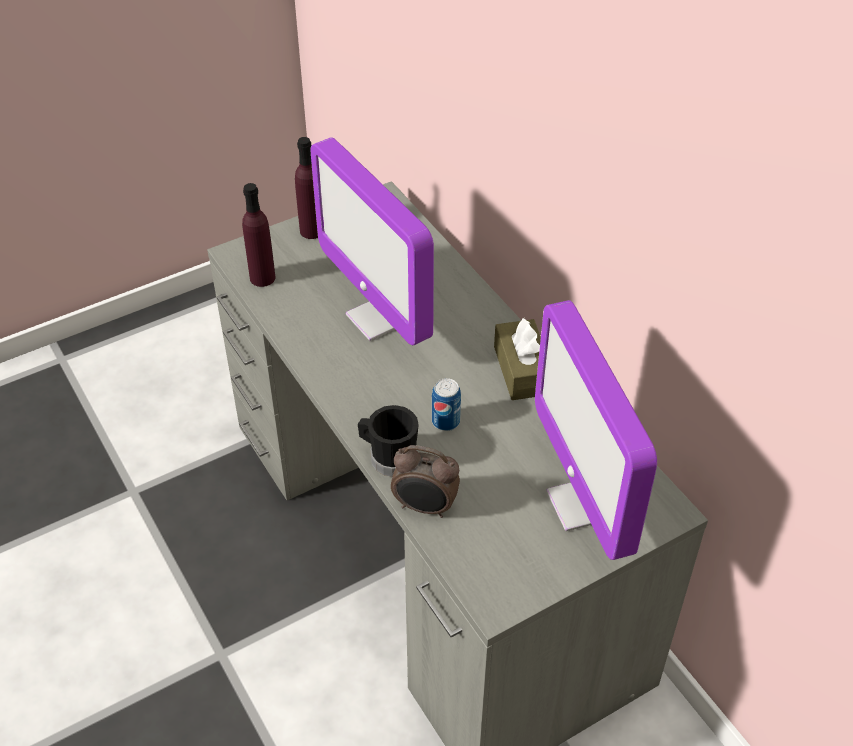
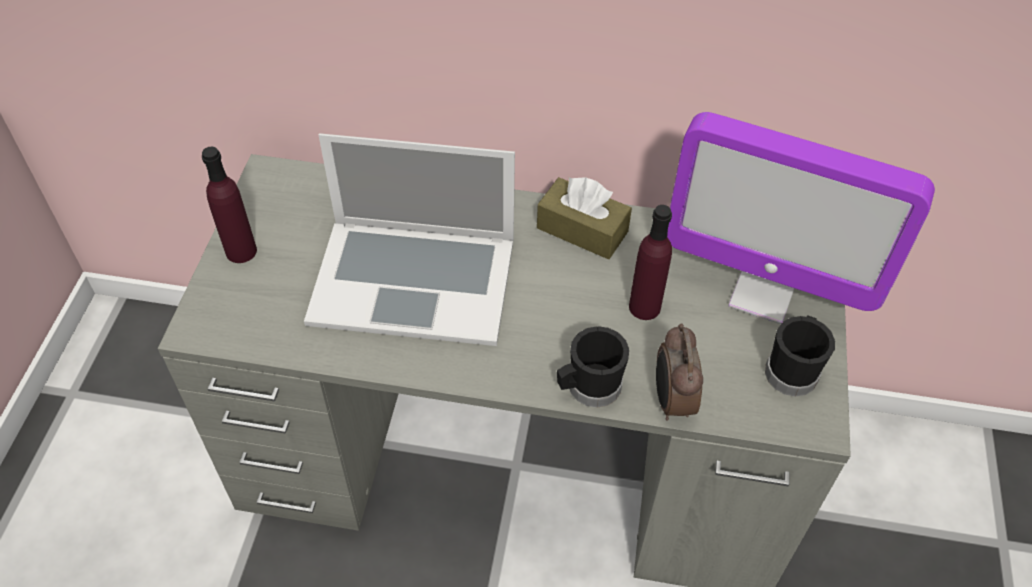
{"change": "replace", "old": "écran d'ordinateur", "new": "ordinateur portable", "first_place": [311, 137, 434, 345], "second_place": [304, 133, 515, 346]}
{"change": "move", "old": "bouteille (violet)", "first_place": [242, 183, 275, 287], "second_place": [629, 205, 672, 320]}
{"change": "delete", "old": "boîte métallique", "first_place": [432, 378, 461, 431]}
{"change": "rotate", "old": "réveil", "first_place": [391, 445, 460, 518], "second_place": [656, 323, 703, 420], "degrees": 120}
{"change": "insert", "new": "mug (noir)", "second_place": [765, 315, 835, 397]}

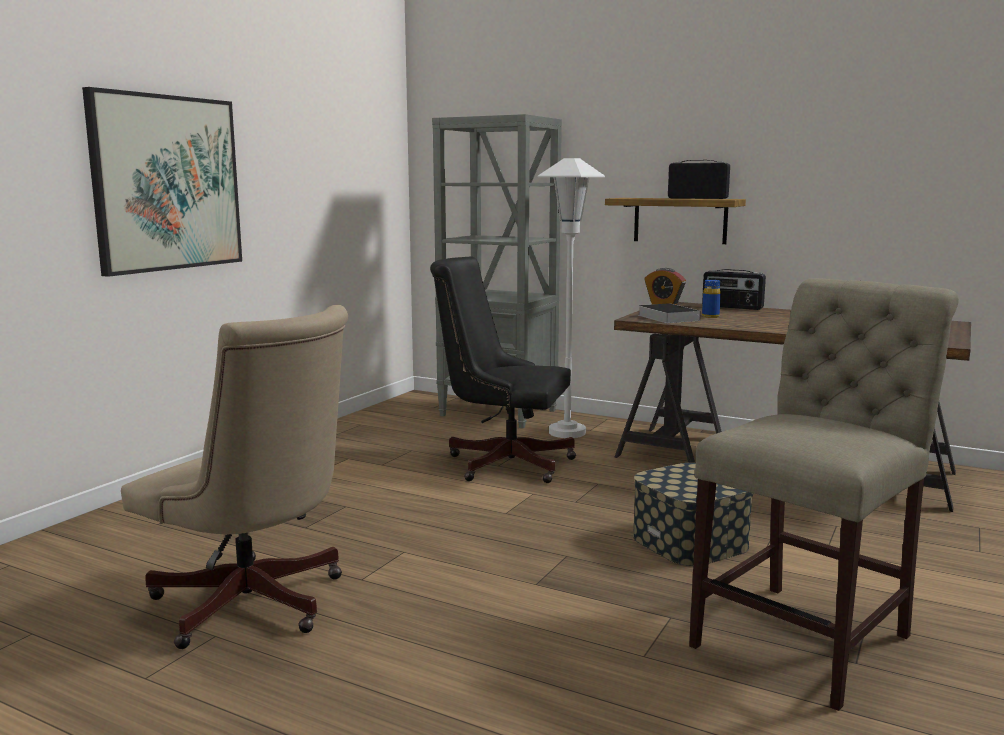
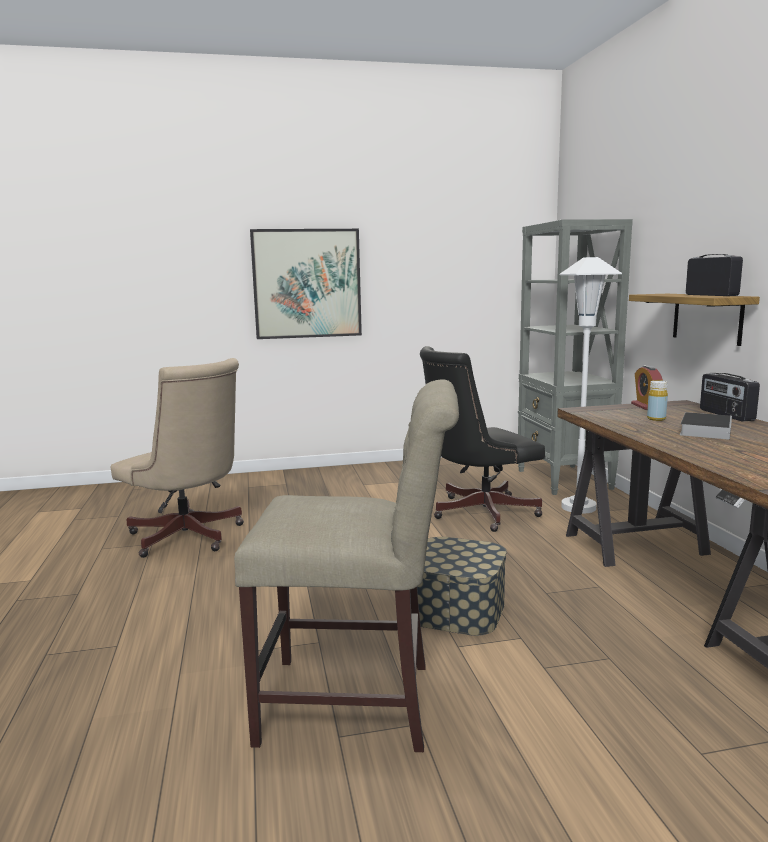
{"change": "rotate", "old": "chaise de bureau (noir)", "first_place": [430, 257, 576, 483], "second_place": [420, 346, 545, 532], "degrees": -90}
{"change": "recolor", "old": "bouteille (bleu)", "new": "bouteille (jaune)", "first_place": [702, 280, 721, 318], "second_place": [647, 381, 668, 421]}
{"change": "move", "old": "livre", "first_place": [638, 303, 701, 323], "second_place": [680, 412, 732, 440]}
{"change": "rotate", "old": "chaise de bureau (beige)", "first_place": [121, 305, 348, 649], "second_place": [111, 358, 244, 558], "degrees": -45}

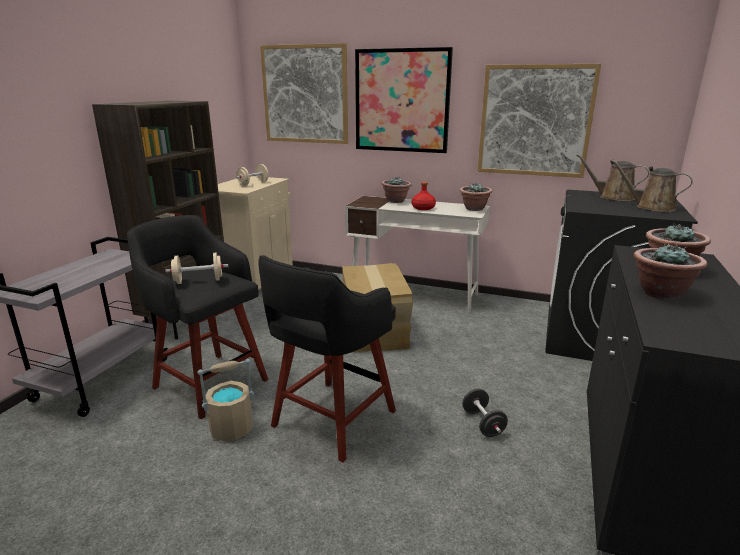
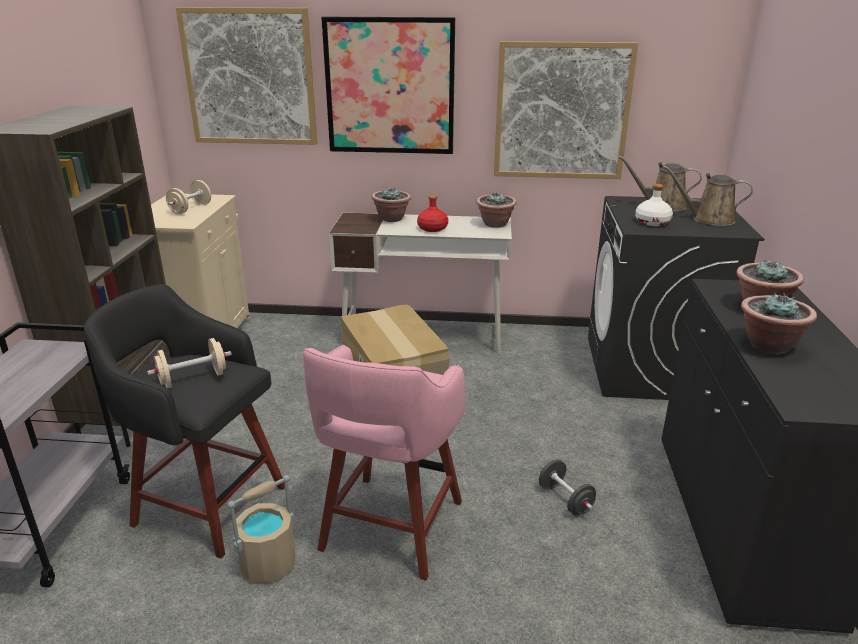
{"change": "recolor", "old": "tabouret (noir)", "new": "tabouret (rose)", "first_place": [259, 255, 396, 462], "second_place": [303, 345, 465, 581]}
{"change": "insert", "new": "bouteille (blanc)", "second_place": [635, 184, 673, 226]}

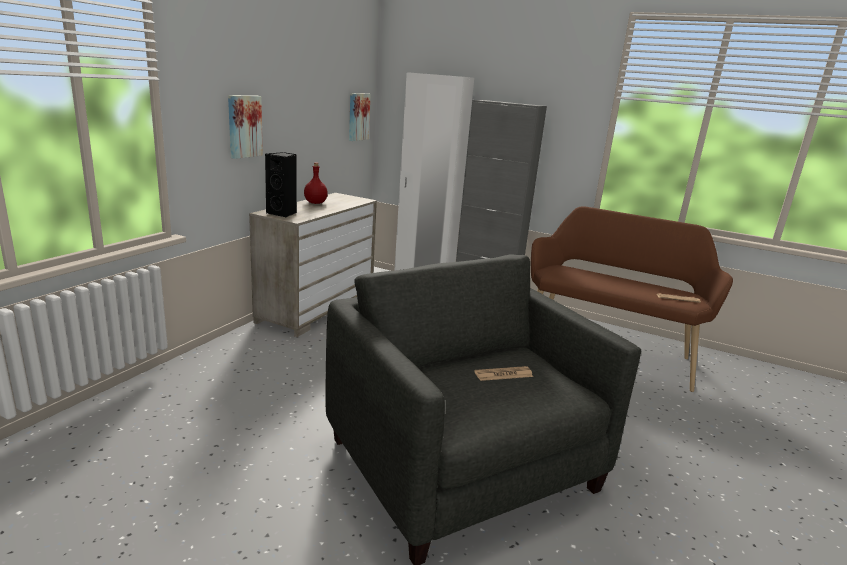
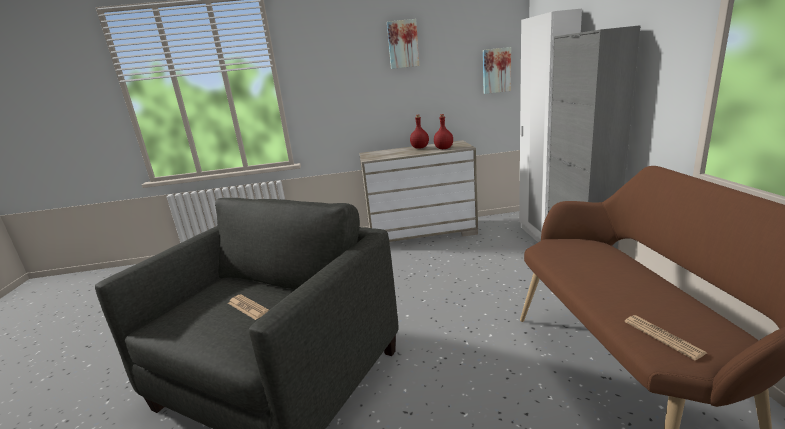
{"change": "move", "old": "tableau", "first_place": [228, 95, 263, 159], "second_place": [387, 19, 419, 69]}
{"change": "delete", "old": "enceinte (noir)", "first_place": [265, 152, 297, 218]}
{"change": "insert", "new": "bouteille (rouge)", "second_place": [434, 114, 453, 149]}

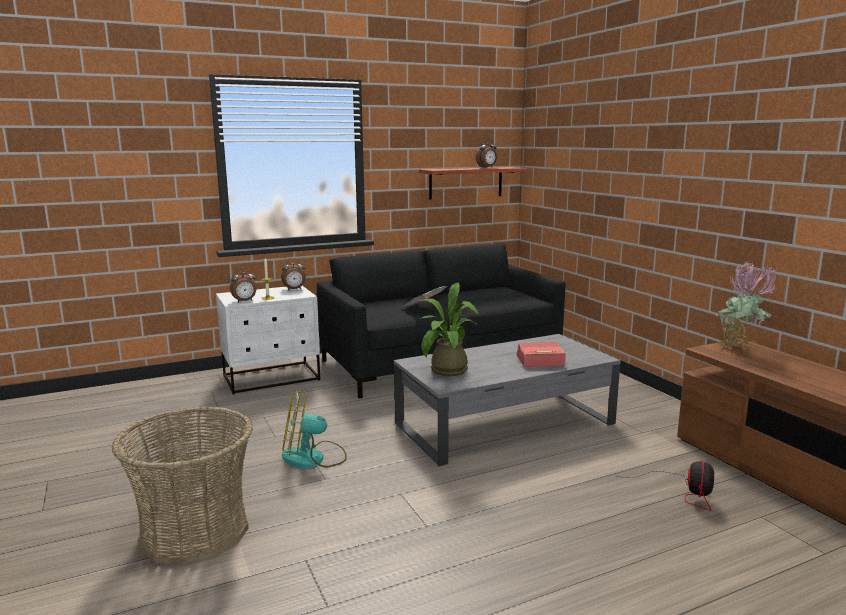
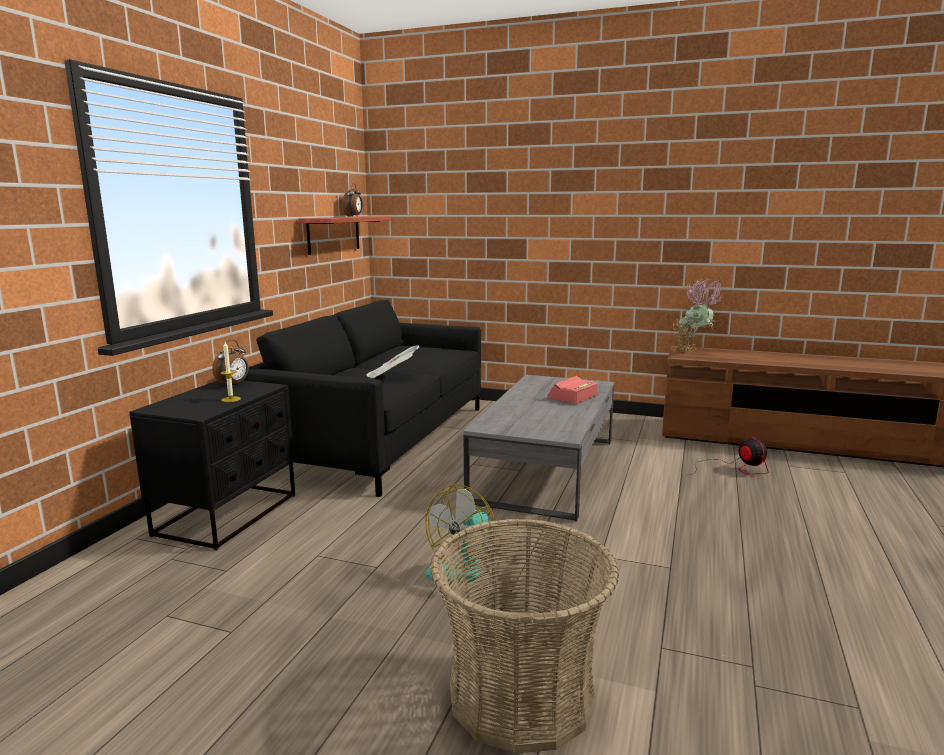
{"change": "delete", "old": "réveil", "first_place": [230, 267, 257, 302]}
{"change": "delete", "old": "plante en pot", "first_place": [419, 282, 478, 376]}
{"change": "recolor", "old": "table de chevet (blanc)", "new": "table de chevet (noir)", "first_place": [216, 286, 320, 395], "second_place": [129, 381, 295, 550]}

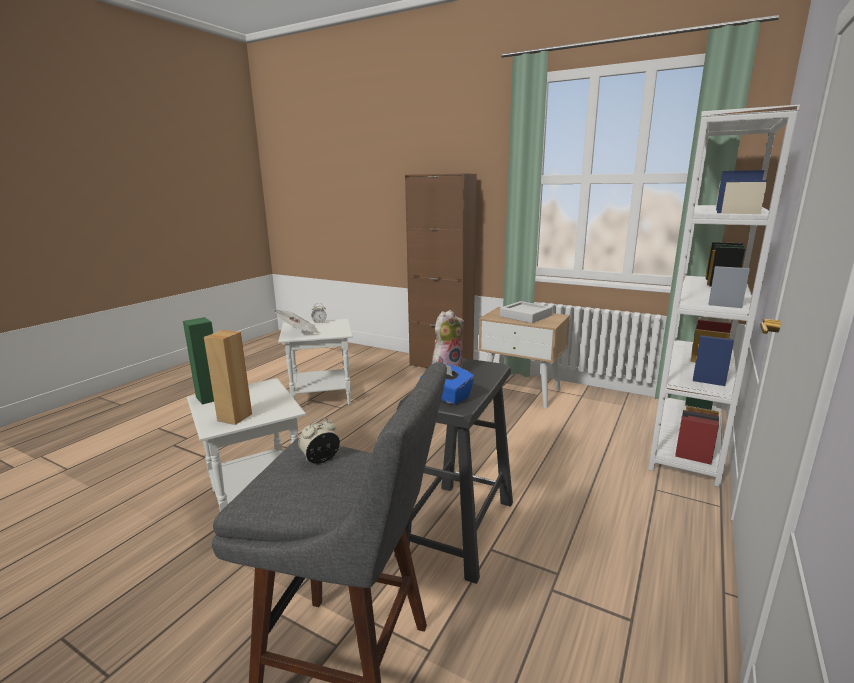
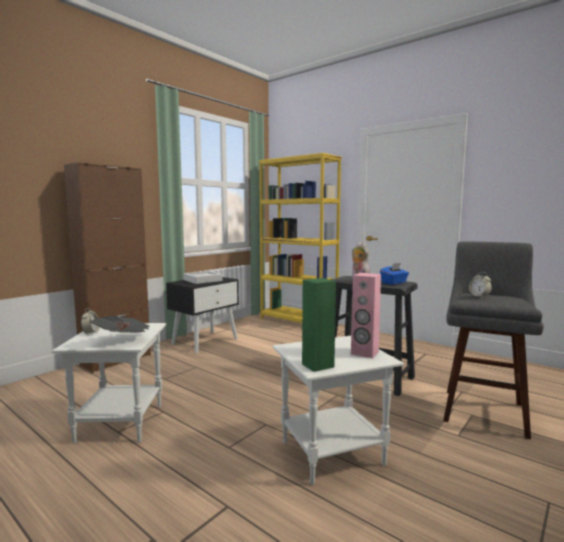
{"change": "recolor", "old": "bibliothèque (blanc)", "new": "bibliothèque (jaune)", "first_place": [648, 105, 800, 487], "second_place": [259, 153, 342, 323]}
{"change": "recolor", "old": "table de chevet (beige)", "new": "table de chevet (noir)", "first_place": [478, 307, 570, 408], "second_place": [166, 277, 239, 353]}
{"change": "recolor", "old": "enceinte (marron)", "new": "enceinte (rose)", "first_place": [204, 330, 252, 425], "second_place": [351, 273, 381, 358]}

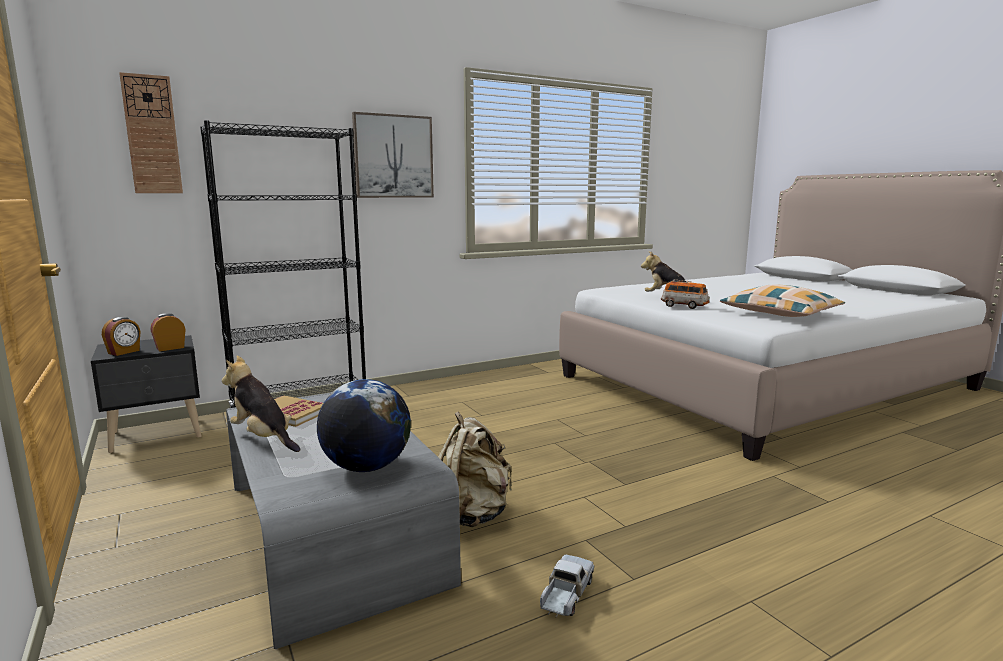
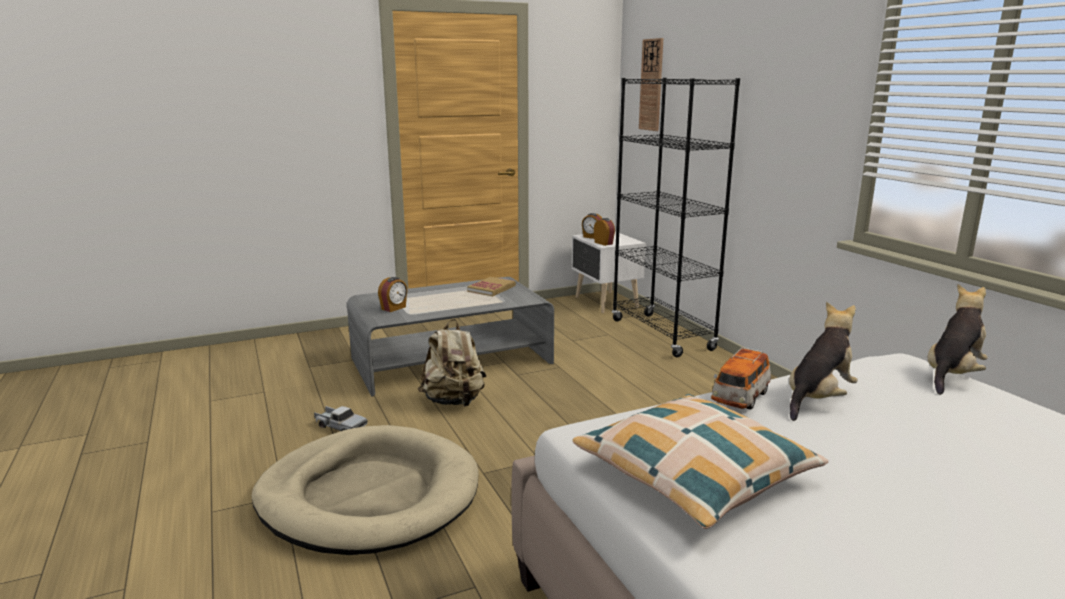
{"change": "delete", "old": "tableau", "first_place": [352, 112, 434, 198]}
{"change": "recolor", "old": "table de chevet (noir)", "new": "table de chevet (blanc)", "first_place": [91, 335, 201, 453], "second_place": [572, 232, 646, 313]}
{"change": "move", "old": "peluche", "first_place": [222, 355, 300, 452], "second_place": [928, 284, 988, 395]}
{"change": "replace", "old": "globe", "new": "réveil", "first_place": [317, 379, 411, 472], "second_place": [378, 277, 407, 312]}
{"change": "insert", "new": "panier pour chien (beige)", "second_place": [252, 425, 479, 555]}

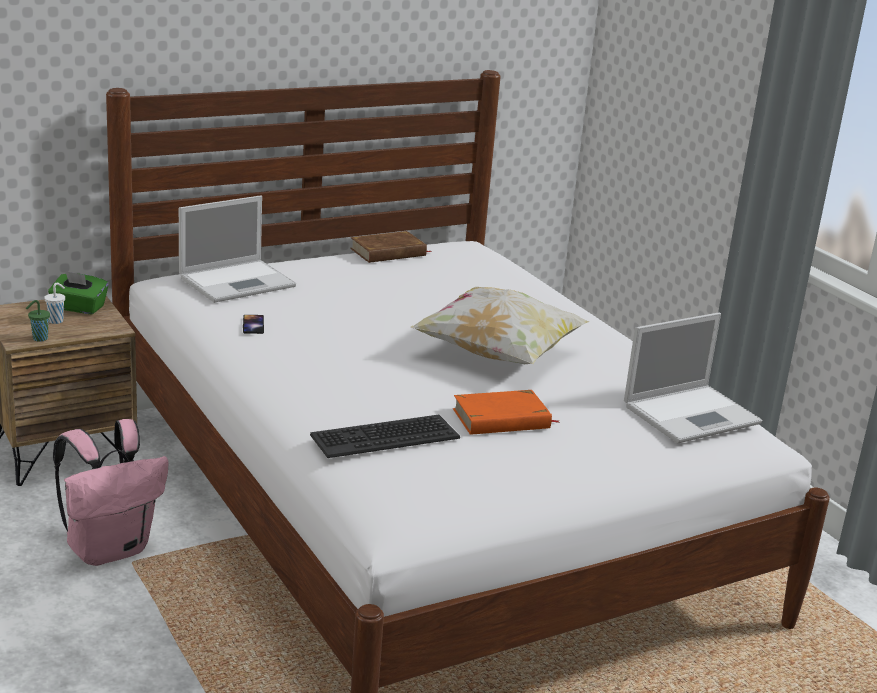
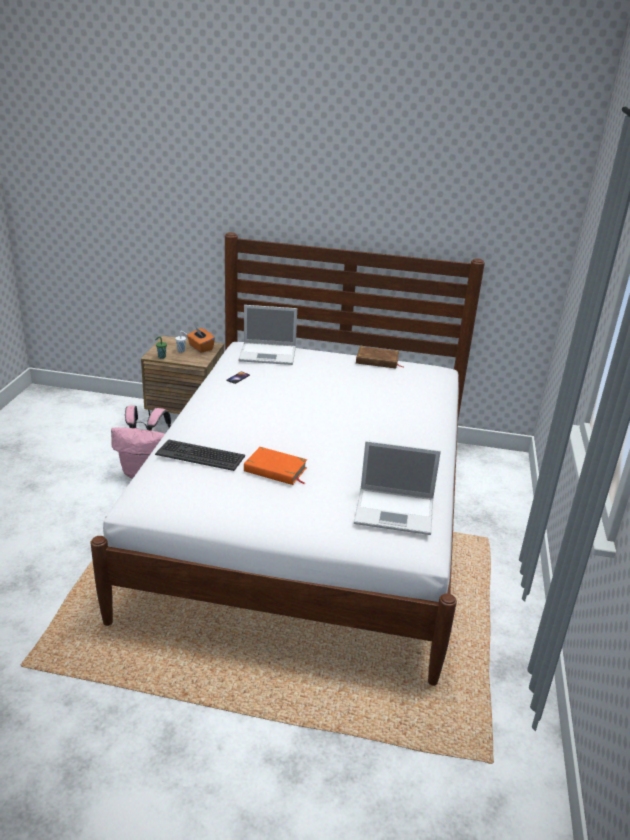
{"change": "recolor", "old": "boîte à mouchoirs (vert)", "new": "boîte à mouchoirs (orange)", "first_place": [48, 271, 109, 315], "second_place": [187, 328, 215, 353]}
{"change": "delete", "old": "coussin", "first_place": [410, 287, 590, 364]}

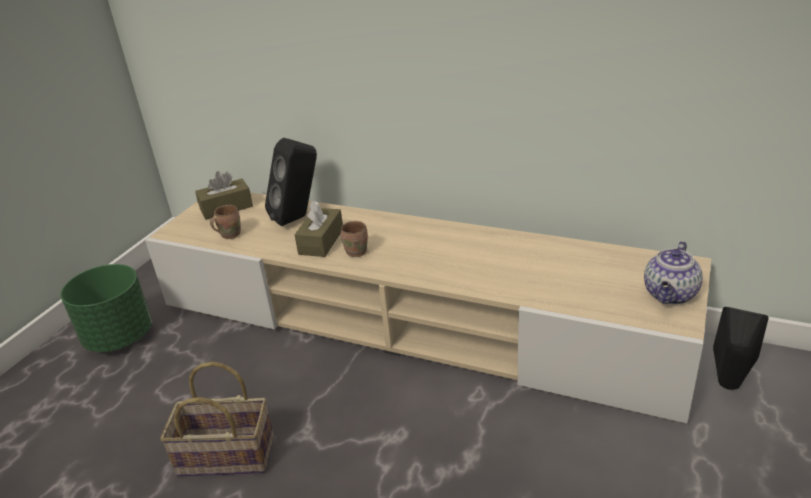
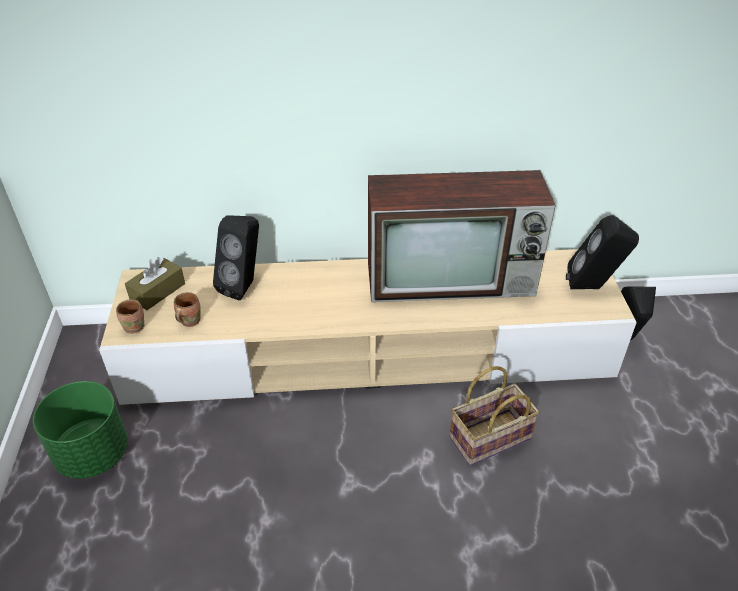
{"change": "delete", "old": "boîte à mouchoirs (marron)", "first_place": [294, 201, 343, 257]}
{"change": "move", "old": "mug (marron)", "first_place": [341, 221, 368, 257], "second_place": [116, 299, 144, 334]}
{"change": "replace", "old": "théière", "new": "enceinte (noir)", "first_place": [644, 241, 703, 304], "second_place": [566, 215, 639, 289]}
{"change": "move", "old": "panier", "first_place": [160, 362, 274, 477], "second_place": [449, 366, 539, 466]}
{"change": "insert", "new": "téléviseur", "second_place": [368, 170, 556, 302]}

